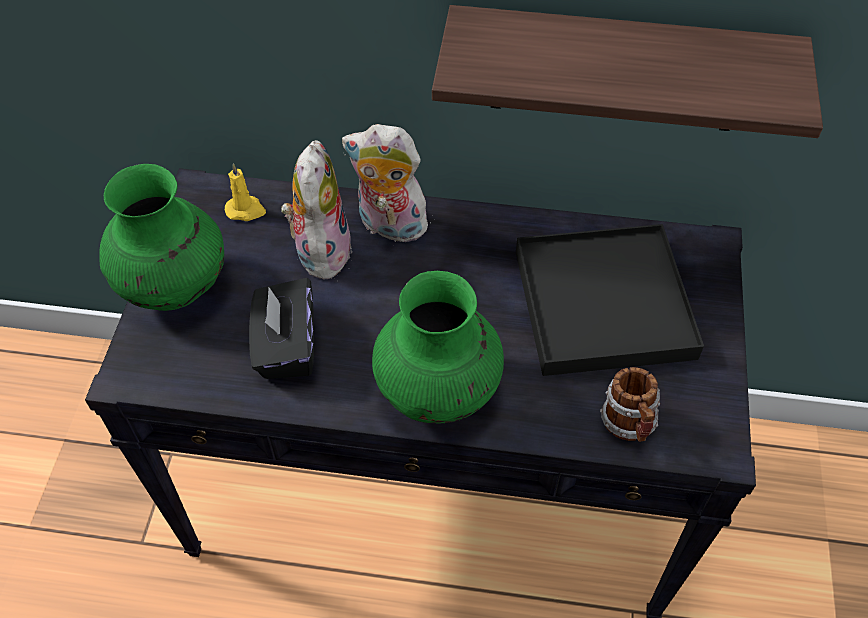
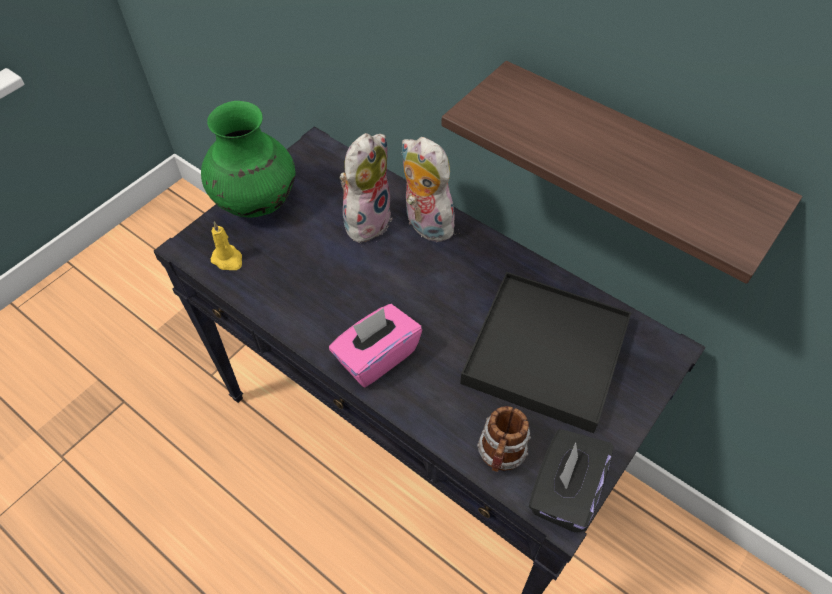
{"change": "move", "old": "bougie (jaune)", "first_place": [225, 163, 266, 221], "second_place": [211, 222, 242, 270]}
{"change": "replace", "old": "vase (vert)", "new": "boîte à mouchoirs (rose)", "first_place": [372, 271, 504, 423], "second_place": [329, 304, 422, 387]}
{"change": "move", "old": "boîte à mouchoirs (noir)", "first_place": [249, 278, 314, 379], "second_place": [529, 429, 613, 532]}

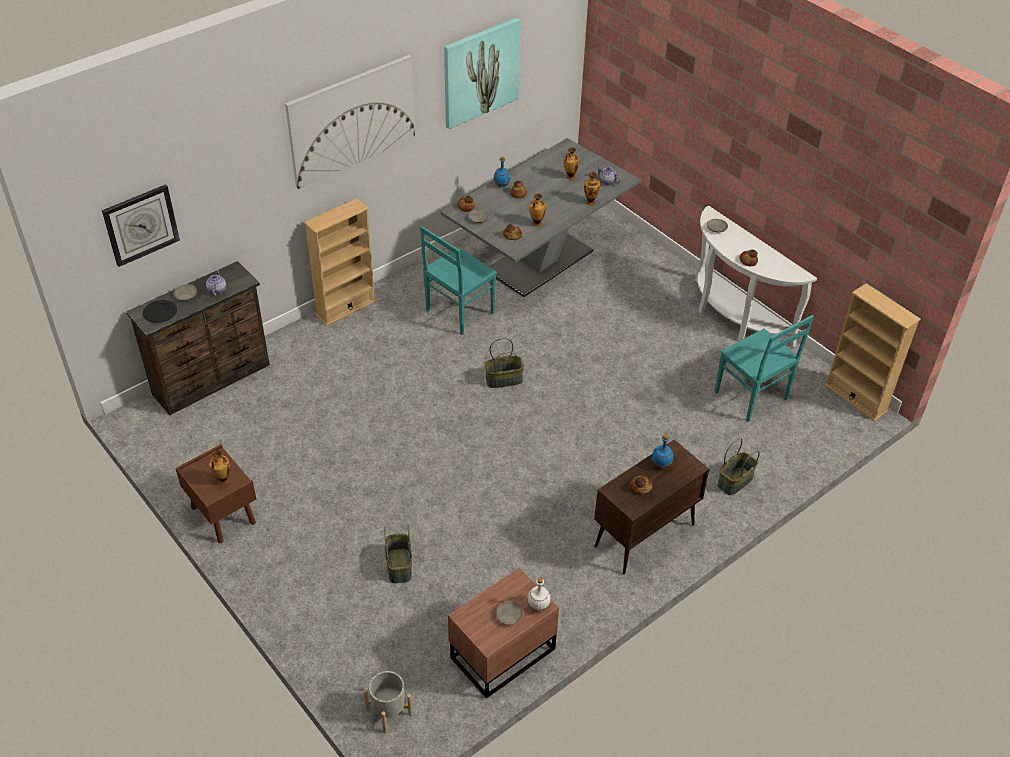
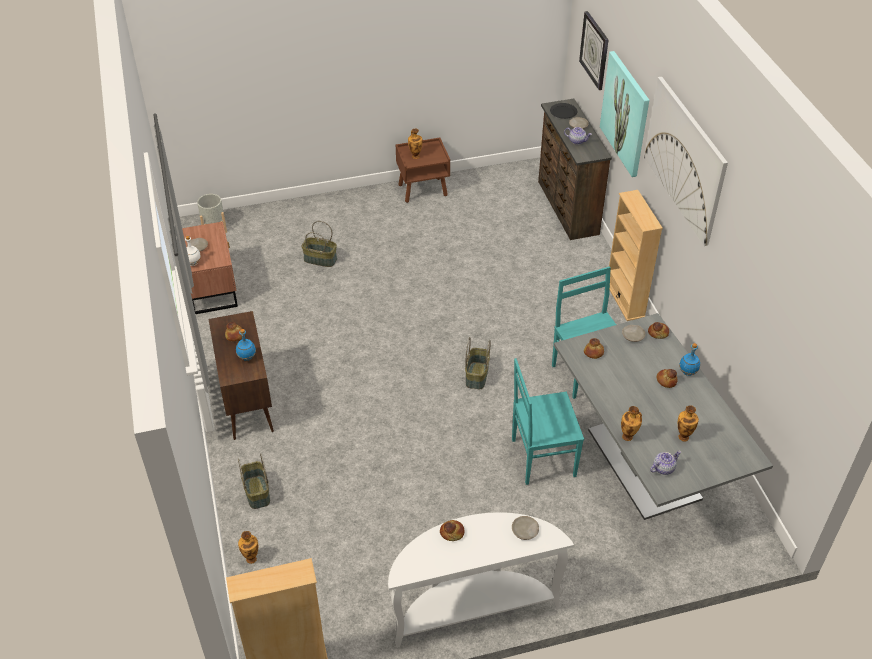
{"change": "move", "old": "tableau", "first_place": [444, 18, 521, 129], "second_place": [600, 51, 649, 177]}
{"change": "move", "old": "vase", "first_place": [529, 194, 546, 227], "second_place": [238, 531, 258, 564]}
{"change": "move", "old": "chaise (turquoise)", "first_place": [715, 315, 814, 422], "second_place": [512, 358, 584, 485]}

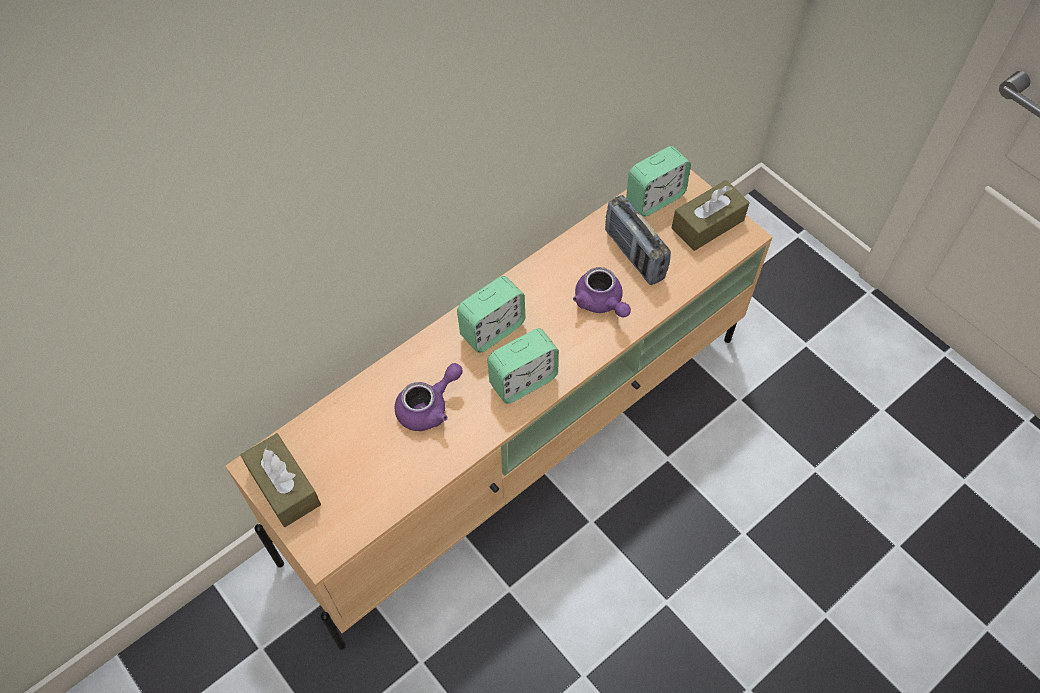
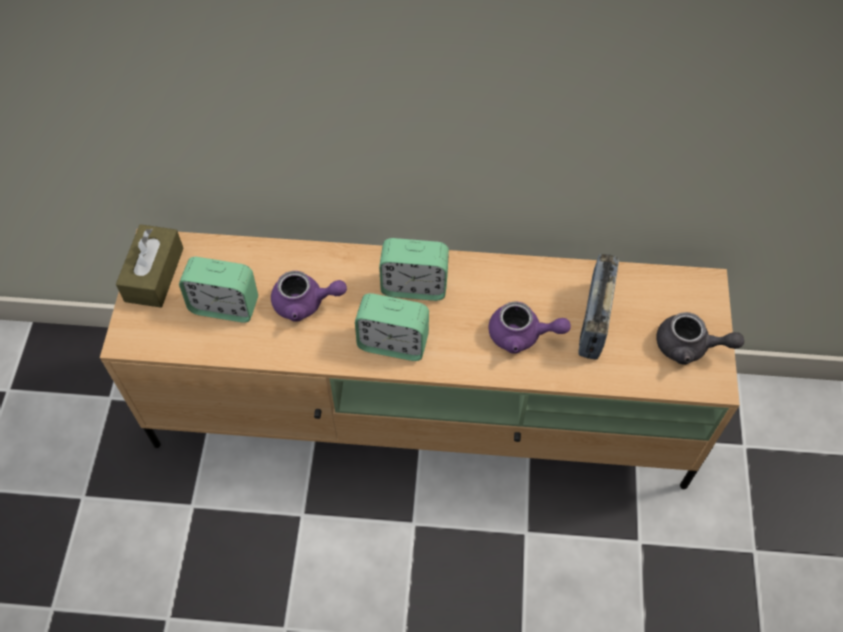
{"change": "move", "old": "réveil", "first_place": [626, 146, 691, 217], "second_place": [179, 257, 258, 323]}
{"change": "replace", "old": "boîte à mouchoirs (marron)", "new": "théière (gris)", "first_place": [672, 180, 750, 251], "second_place": [656, 312, 744, 365]}
{"change": "rotate", "old": "théière (violet)", "first_place": [573, 267, 631, 318], "second_place": [488, 301, 571, 354], "degrees": -90}

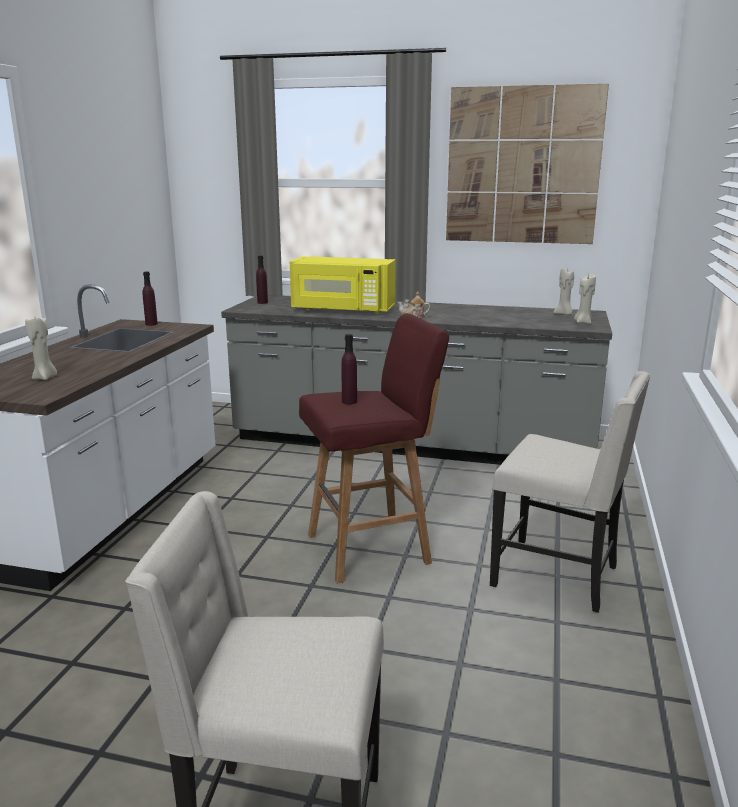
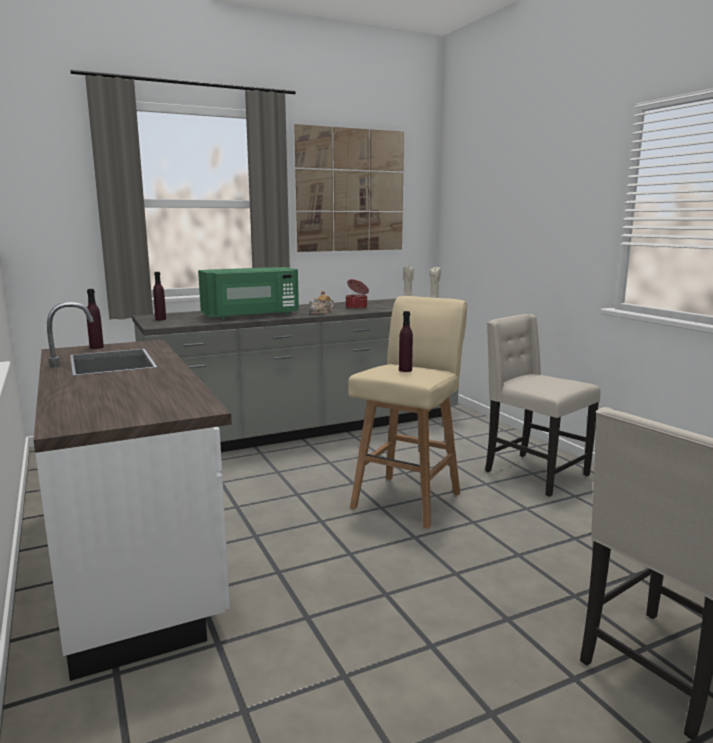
{"change": "recolor", "old": "micro-ondes (jaune)", "new": "micro-ondes (vert)", "first_place": [290, 256, 396, 314], "second_place": [198, 267, 299, 319]}
{"change": "recolor", "old": "tabouret (rouge)", "new": "tabouret (beige)", "first_place": [299, 313, 449, 584], "second_place": [348, 296, 467, 529]}
{"change": "delete", "old": "bougie (beige)", "first_place": [25, 318, 57, 380]}
{"change": "rotate", "old": "chaise (beige)", "first_place": [490, 371, 651, 612], "second_place": [485, 314, 600, 497], "degrees": -120}
{"change": "insert", "new": "marmite", "second_place": [346, 279, 369, 309]}

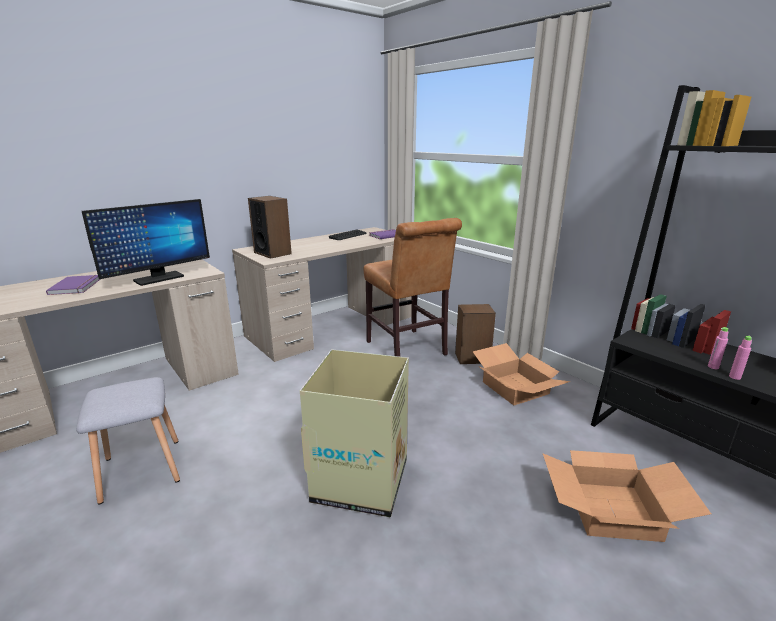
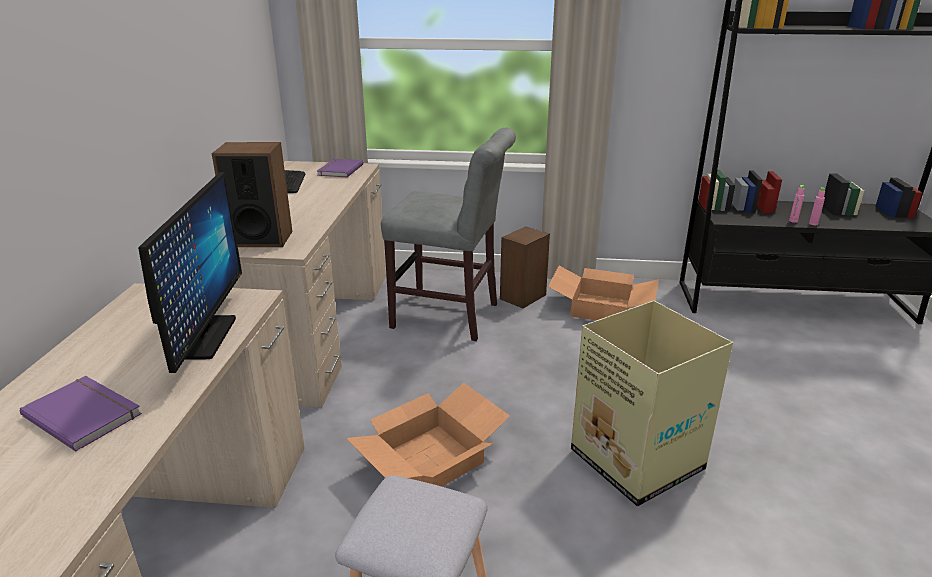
{"change": "recolor", "old": "chaise (marron)", "new": "chaise (gris)", "first_place": [364, 218, 462, 357], "second_place": [381, 128, 516, 341]}
{"change": "move", "old": "carton", "first_place": [543, 450, 711, 542], "second_place": [346, 383, 510, 486]}

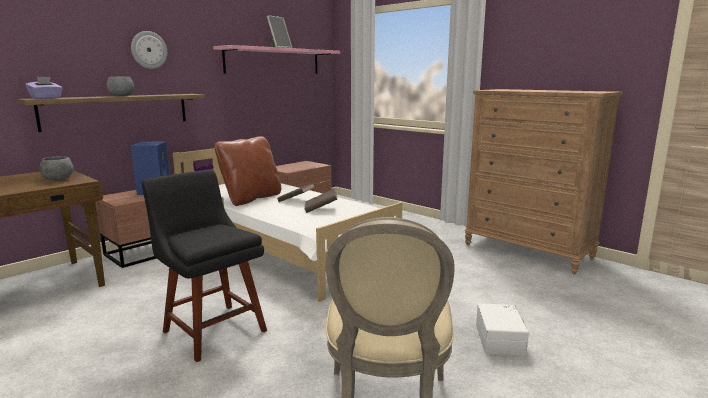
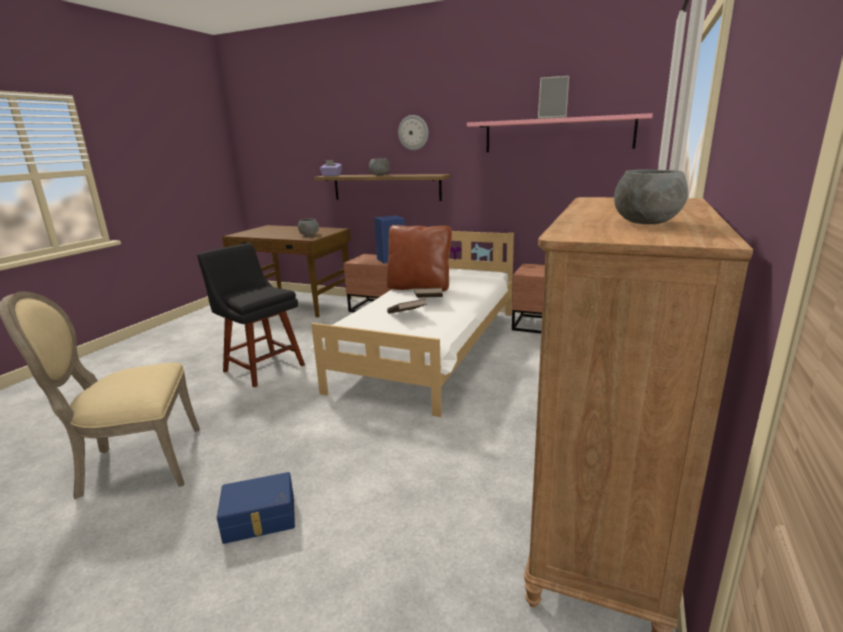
{"change": "rotate", "old": "chaise (noir)", "first_place": [142, 169, 267, 362], "second_place": [197, 243, 305, 387], "degrees": -75}
{"change": "recolor", "old": "boîte de rangement (blanc)", "new": "boîte de rangement (bleu)", "first_place": [476, 303, 529, 356], "second_place": [217, 472, 295, 544]}
{"change": "insert", "new": "bol (gris)", "second_place": [614, 169, 688, 224]}

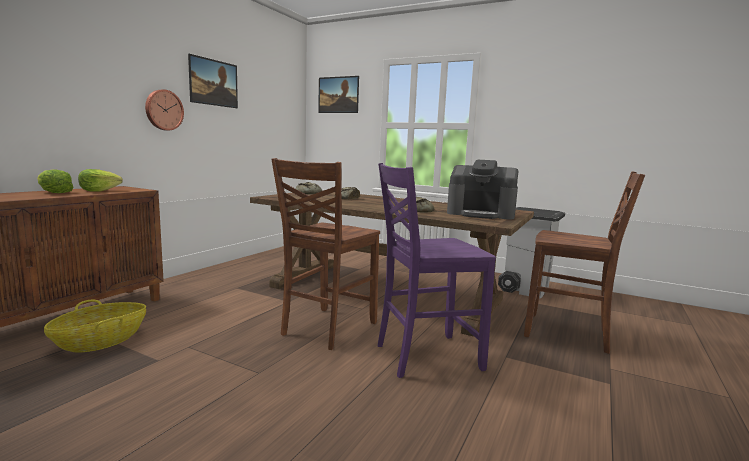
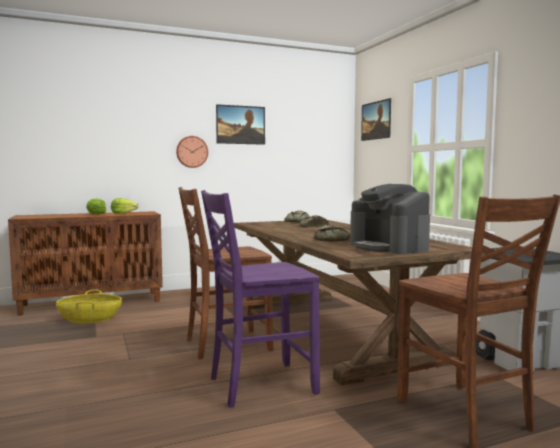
{"change": "rotate", "old": "chaise (violet)", "first_place": [378, 163, 496, 378], "second_place": [201, 190, 320, 408], "degrees": -45}

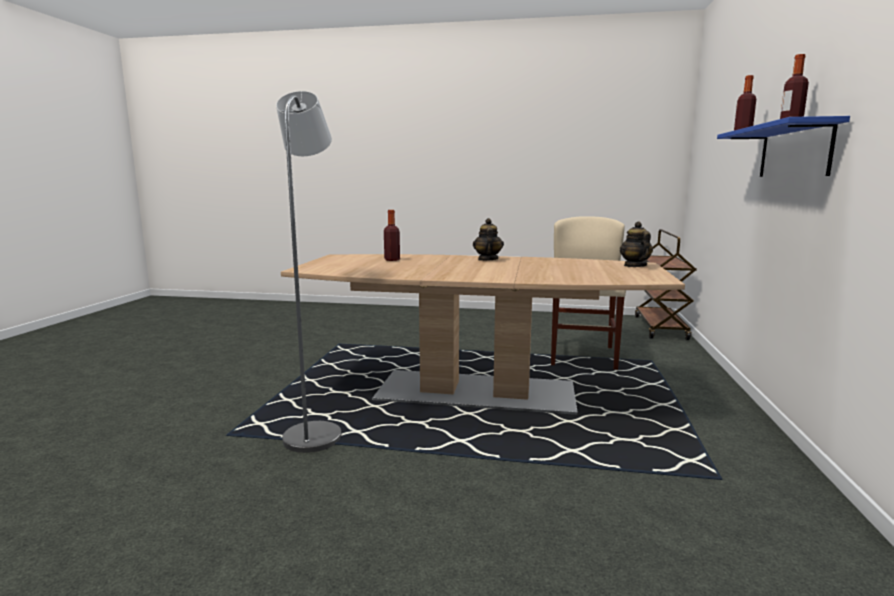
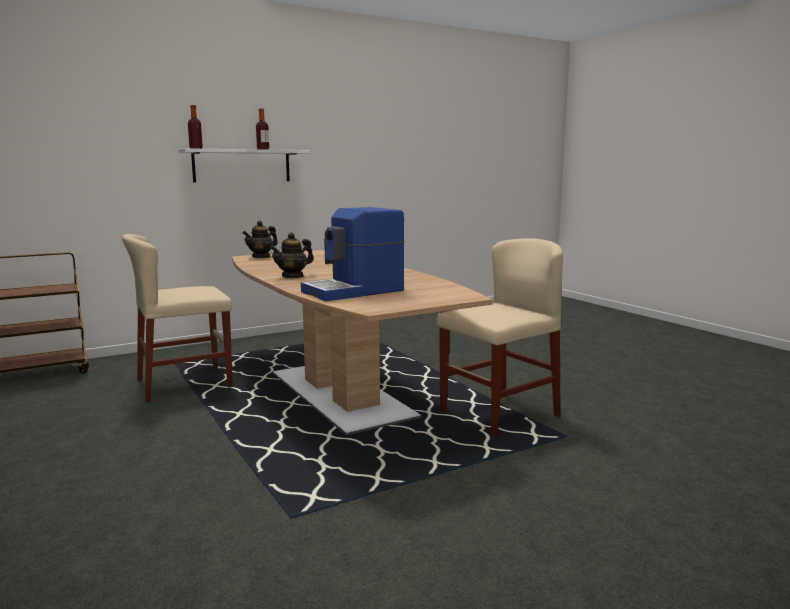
{"change": "replace", "old": "lampadaire (gris)", "new": "chaise (beige)", "first_place": [276, 91, 341, 453], "second_place": [436, 238, 563, 437]}
{"change": "recolor", "old": "étagère (bleu)", "new": "étagère (blanc)", "first_place": [717, 116, 850, 177], "second_place": [178, 148, 310, 183]}
{"change": "replace", "old": "bouteille", "new": "machine à café", "first_place": [384, 210, 400, 261], "second_place": [301, 207, 405, 301]}

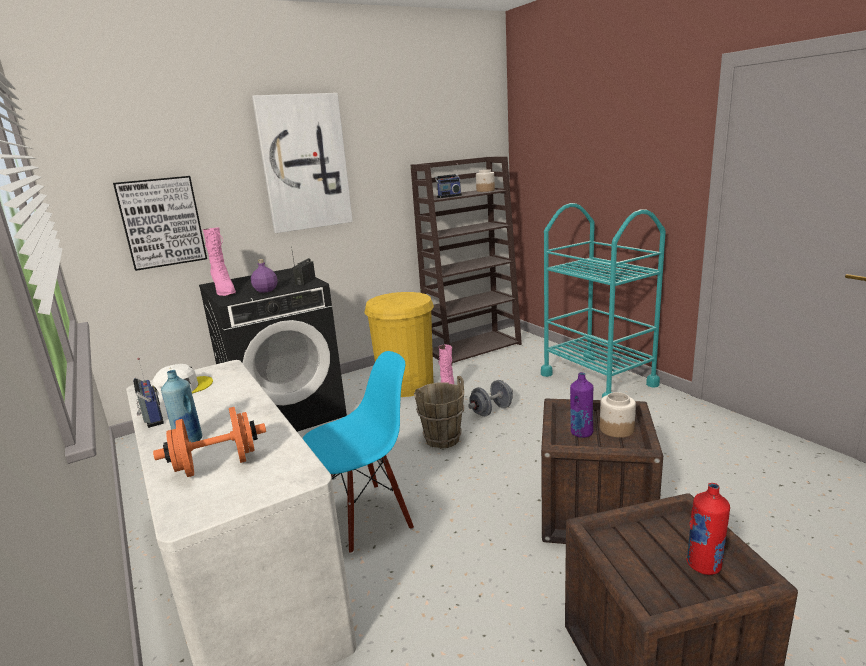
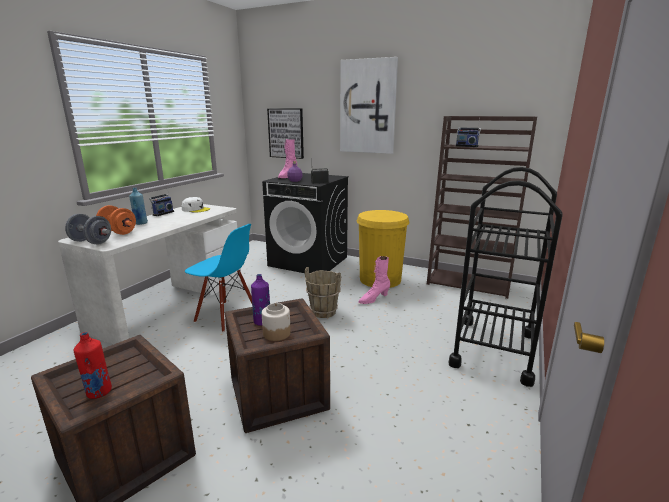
{"change": "delete", "old": "bocal", "first_place": [476, 170, 495, 192]}
{"change": "recolor", "old": "chariot (turquoise)", "new": "chariot (noir)", "first_place": [541, 203, 666, 398], "second_place": [449, 167, 563, 387]}
{"change": "move", "old": "haltère (gris)", "first_place": [468, 380, 513, 417], "second_place": [65, 214, 111, 245]}

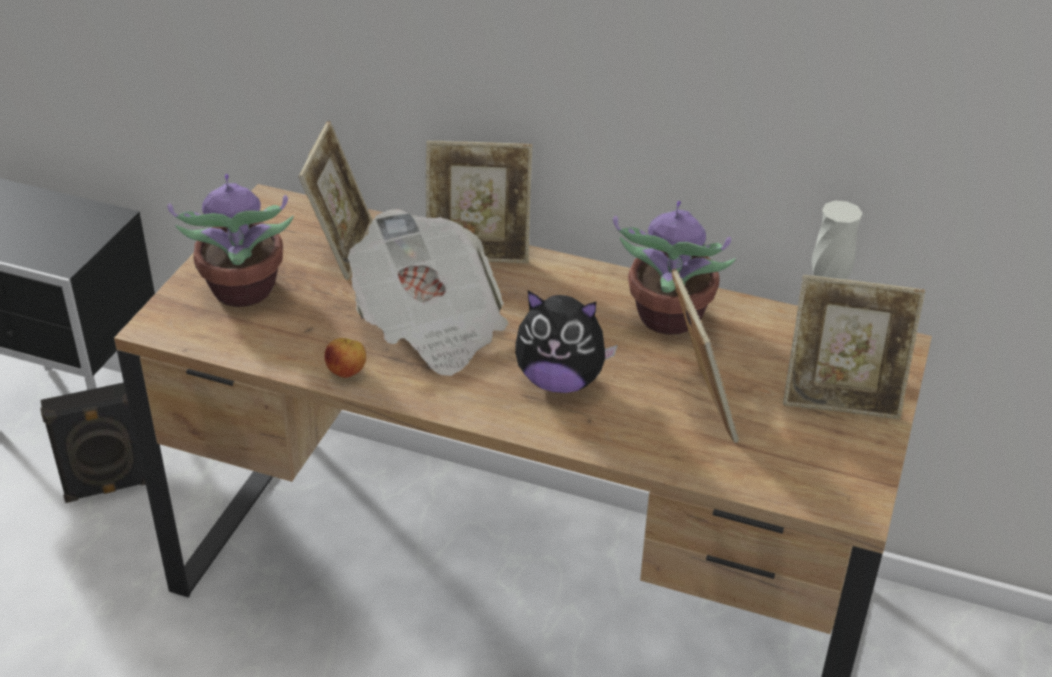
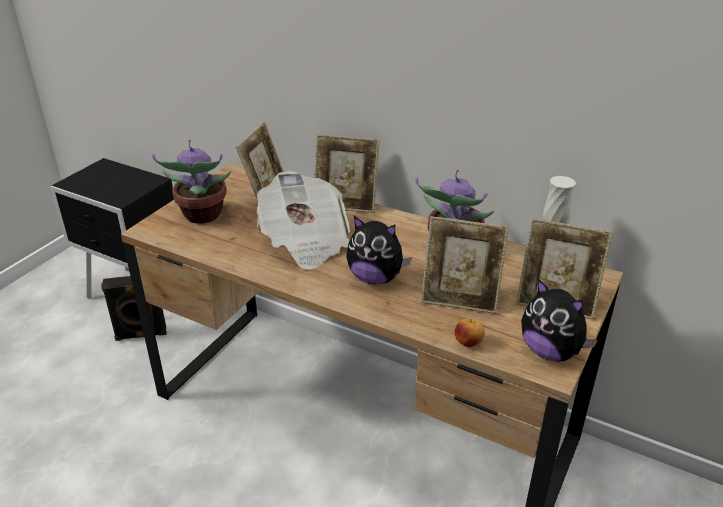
{"change": "rotate", "old": "cadre photo", "first_place": [672, 269, 739, 443], "second_place": [421, 216, 509, 314], "degrees": 105}
{"change": "move", "old": "pomme", "first_place": [325, 338, 366, 378], "second_place": [455, 318, 485, 347]}
{"change": "insert", "new": "peluche", "second_place": [521, 278, 598, 362]}

